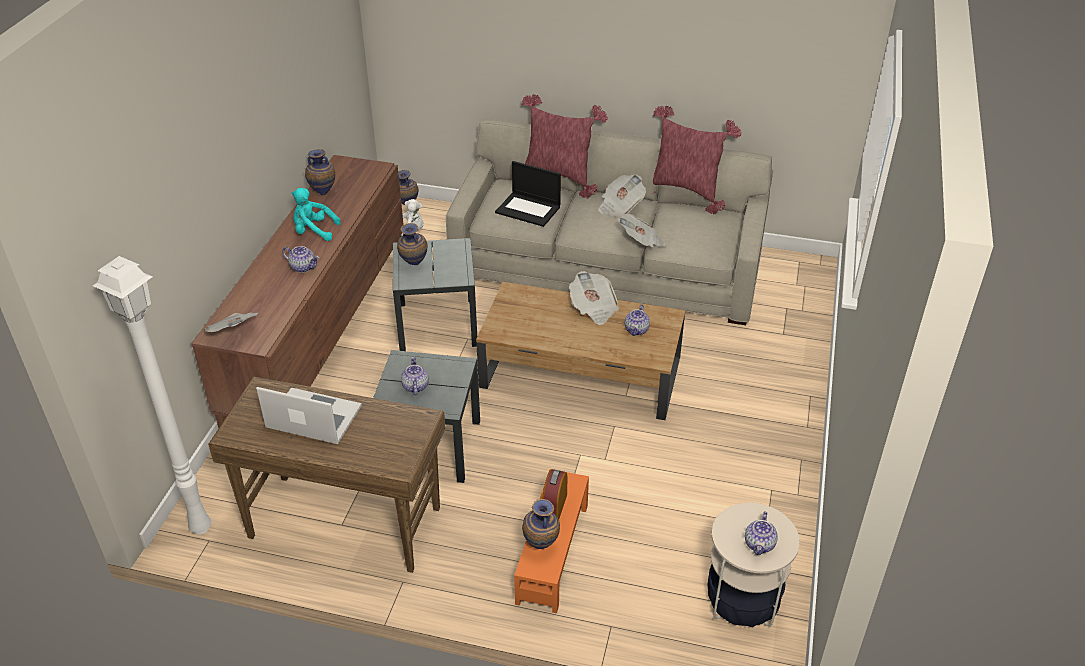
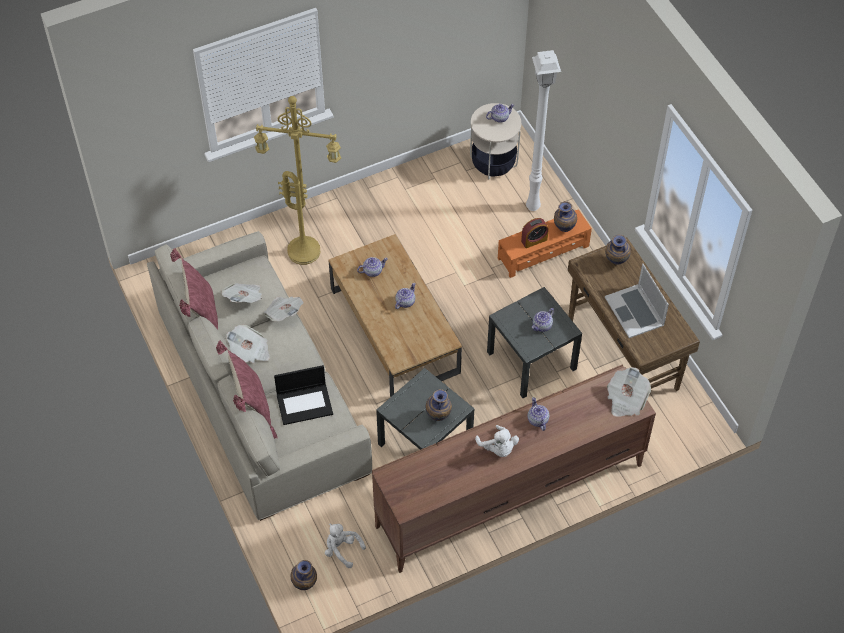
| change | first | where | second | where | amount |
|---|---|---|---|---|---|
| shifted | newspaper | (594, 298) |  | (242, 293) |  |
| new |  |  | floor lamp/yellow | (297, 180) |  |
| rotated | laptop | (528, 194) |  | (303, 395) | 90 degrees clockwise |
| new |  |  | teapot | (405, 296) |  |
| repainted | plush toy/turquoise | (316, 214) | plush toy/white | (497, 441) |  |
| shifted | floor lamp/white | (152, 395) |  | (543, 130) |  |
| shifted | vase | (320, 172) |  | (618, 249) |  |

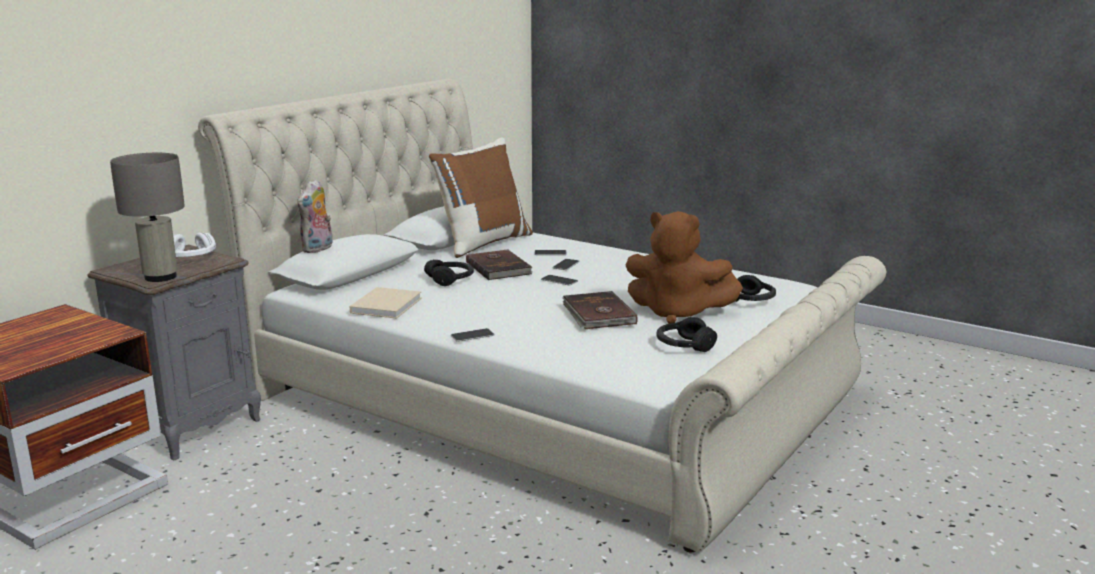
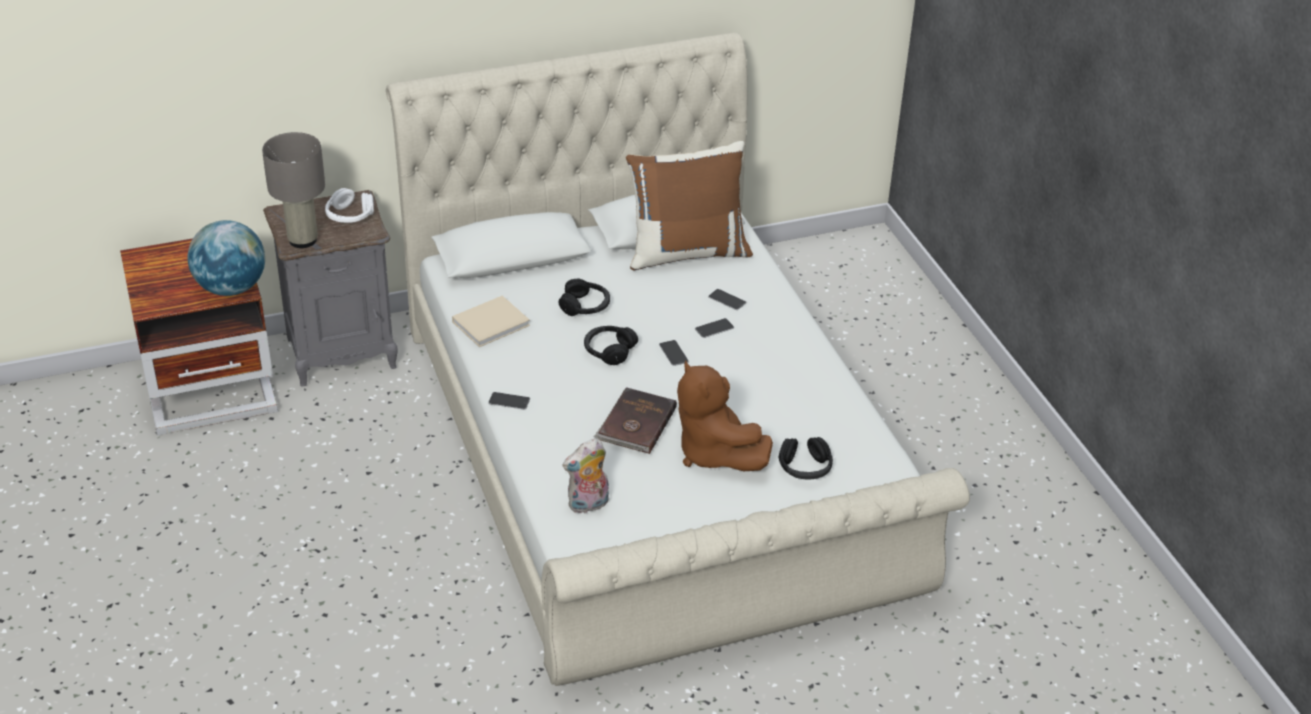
| change | first | where | second | where | amount |
|---|---|---|---|---|---|
| new |  |  | globe | (226, 258) |  |
| shifted | plush toy | (315, 216) |  | (586, 476) |  |
| shifted | headphones/black | (686, 334) |  | (611, 345) |  |
| gone | book/brown | (499, 264) |  |  |  |

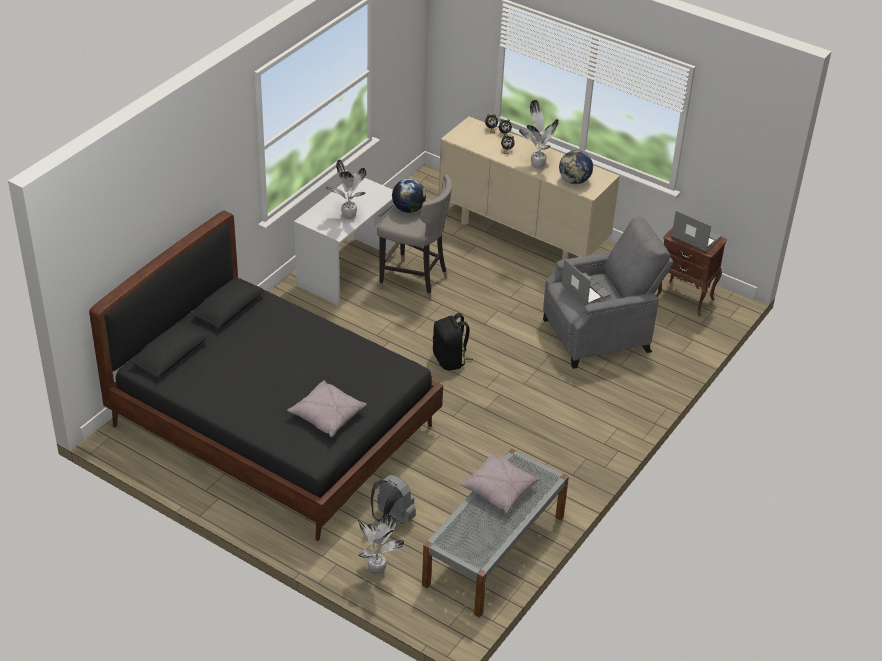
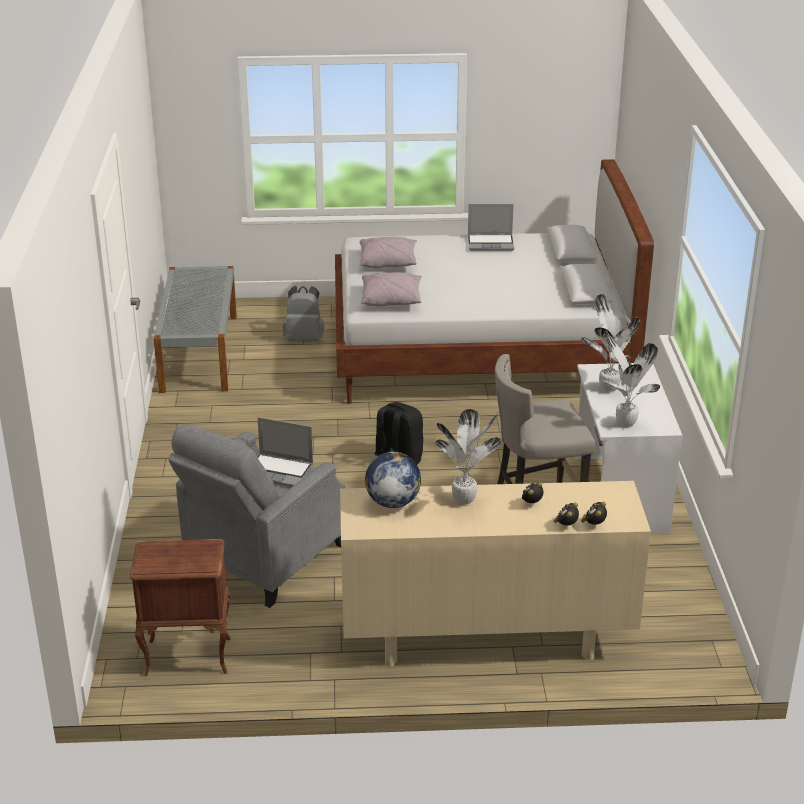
| change | first | where | second | where | amount |
|---|---|---|---|---|---|
| repainted | bed/black | (266, 376) | bed/white | (494, 281) |  |
| shifted | pillow/purple | (499, 483) |  | (391, 289) |  |
| shifted | laptop | (696, 230) |  | (491, 227) |  |
| shifted | potted plant | (381, 544) |  | (630, 380) |  |
| gone | globe | (409, 196) |  |  |  |

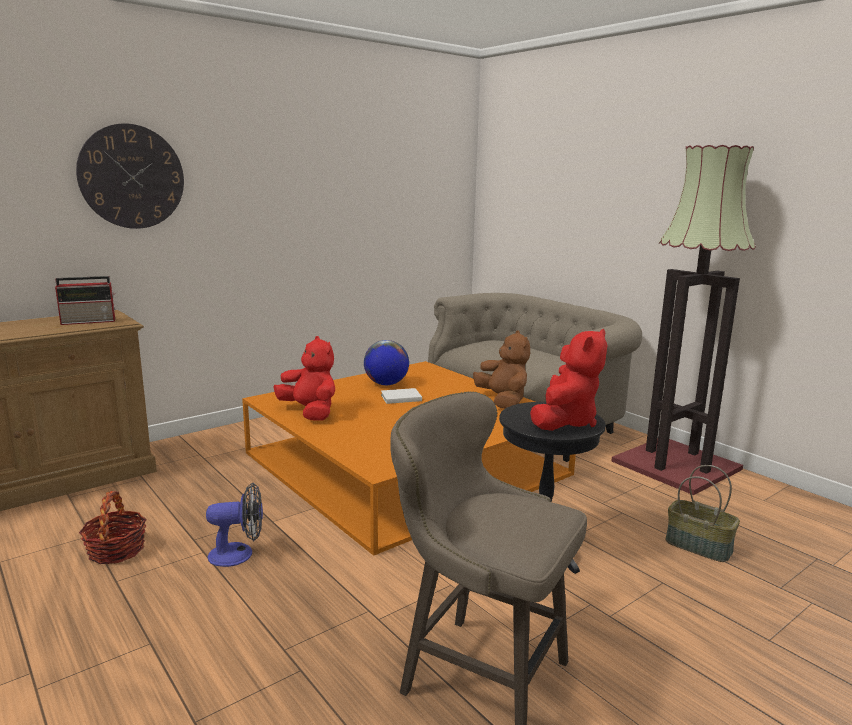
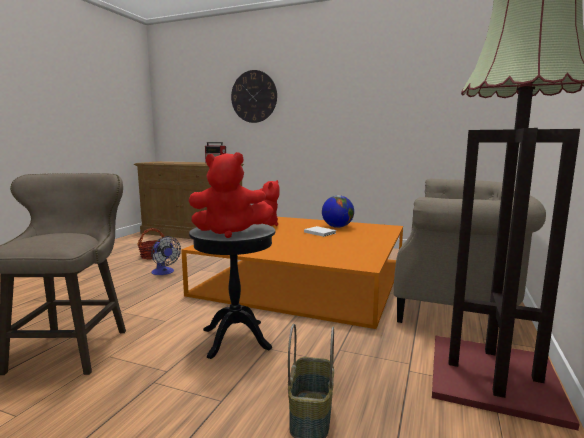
| change | first | where | second | where | amount |
|---|---|---|---|---|---|
| gone | plush toy/brown | (501, 370) |  |  |  |

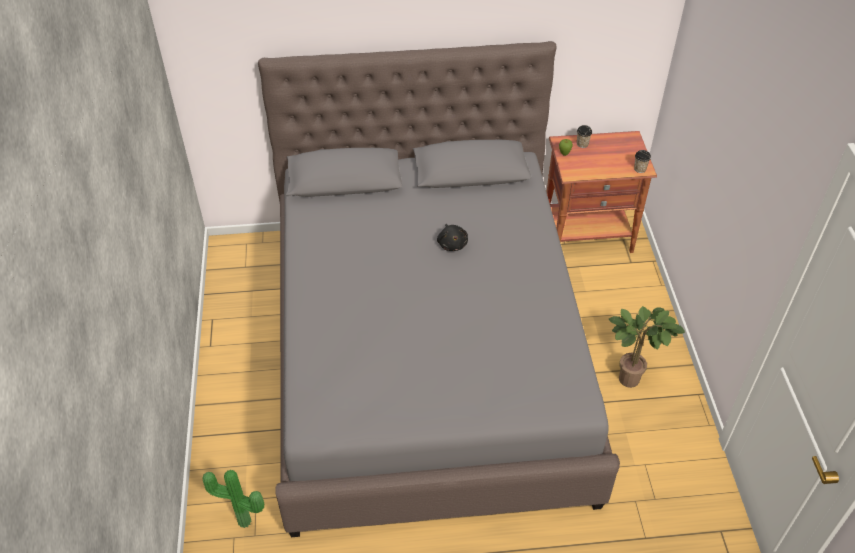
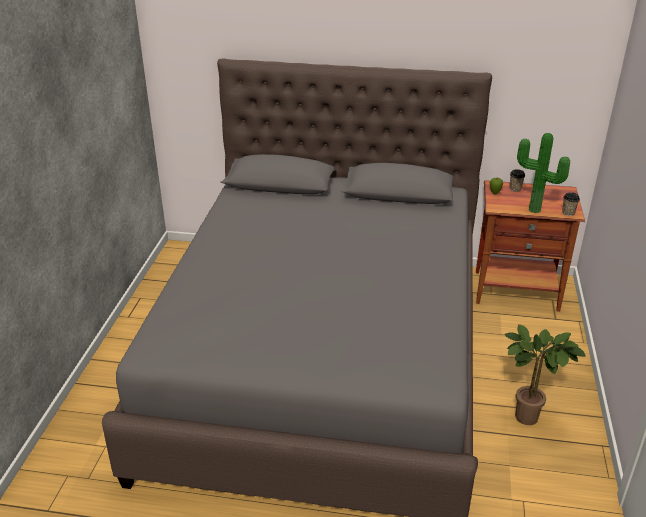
| change | first | where | second | where | amount |
|---|---|---|---|---|---|
| shifted | potted plant | (233, 499) |  | (543, 173) |  |
| gone | plush toy/black | (452, 237) |  |  |  |

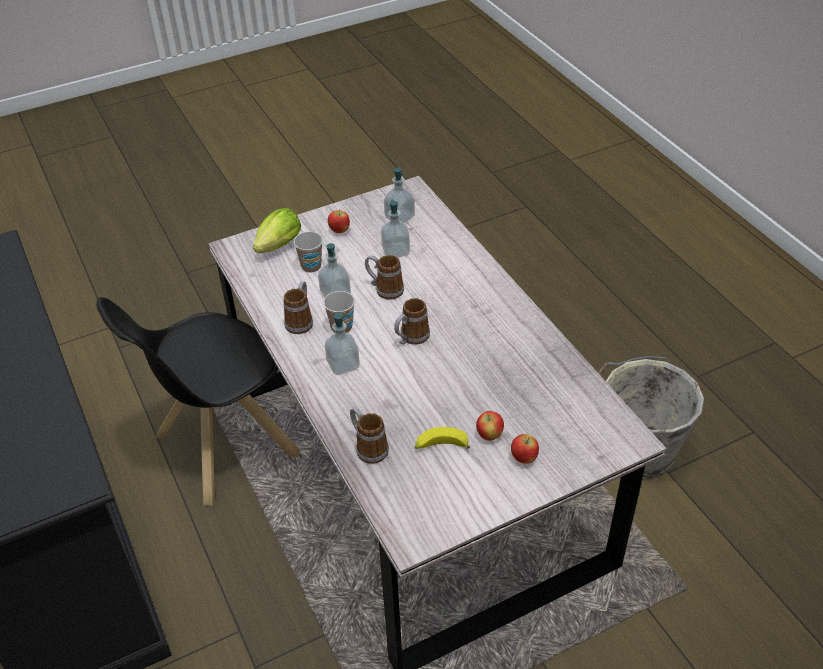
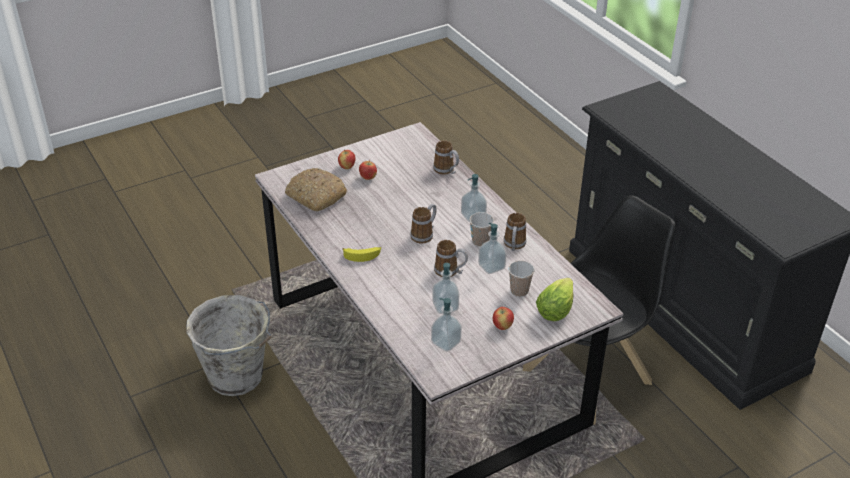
| change | first | where | second | where | amount |
|---|---|---|---|---|---|
| new |  |  | bread | (316, 189) |  |
| shifted | banana | (442, 438) |  | (361, 254) |  |

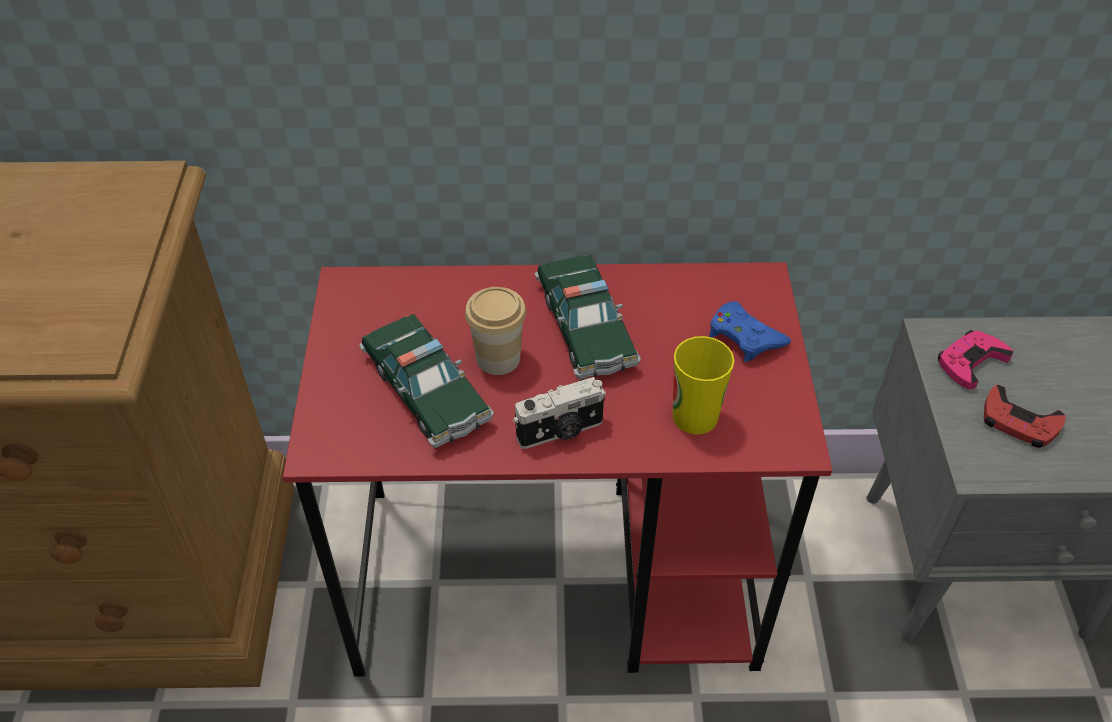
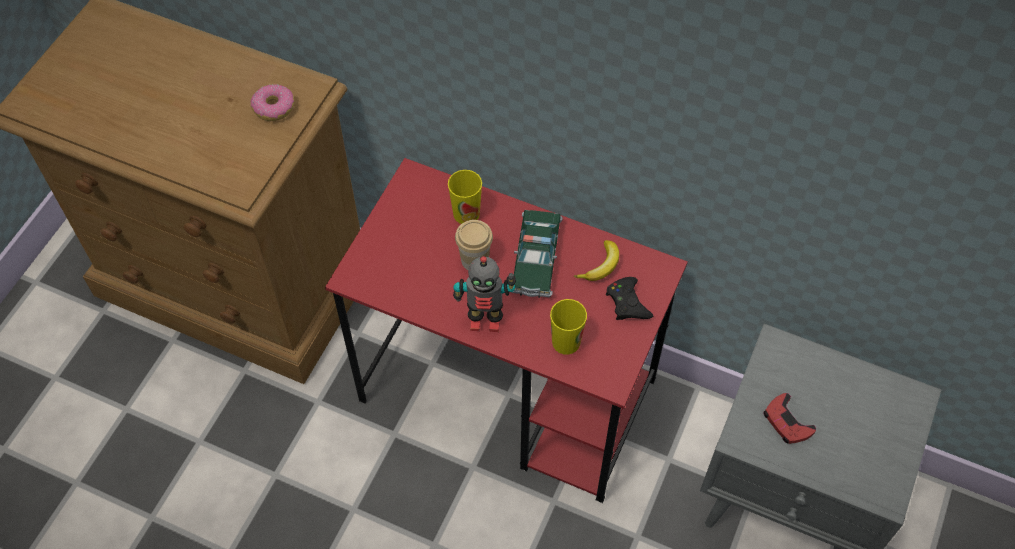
| change | first | where | second | where | amount |
|---|---|---|---|---|---|
| new |  |  | donut | (273, 102) |  |
| new |  |  | cup | (465, 197) |  |
| swapped | photo camera | (559, 413) | toy robot | (484, 294) |  |
| new |  |  | banana | (596, 260) |  |
| repainted | game controller/blue | (750, 331) | game controller/black | (629, 298) |  |
| gone | toy car | (426, 381) |  |  |  |
| gone | game controller/pink | (975, 359) |  |  |  |

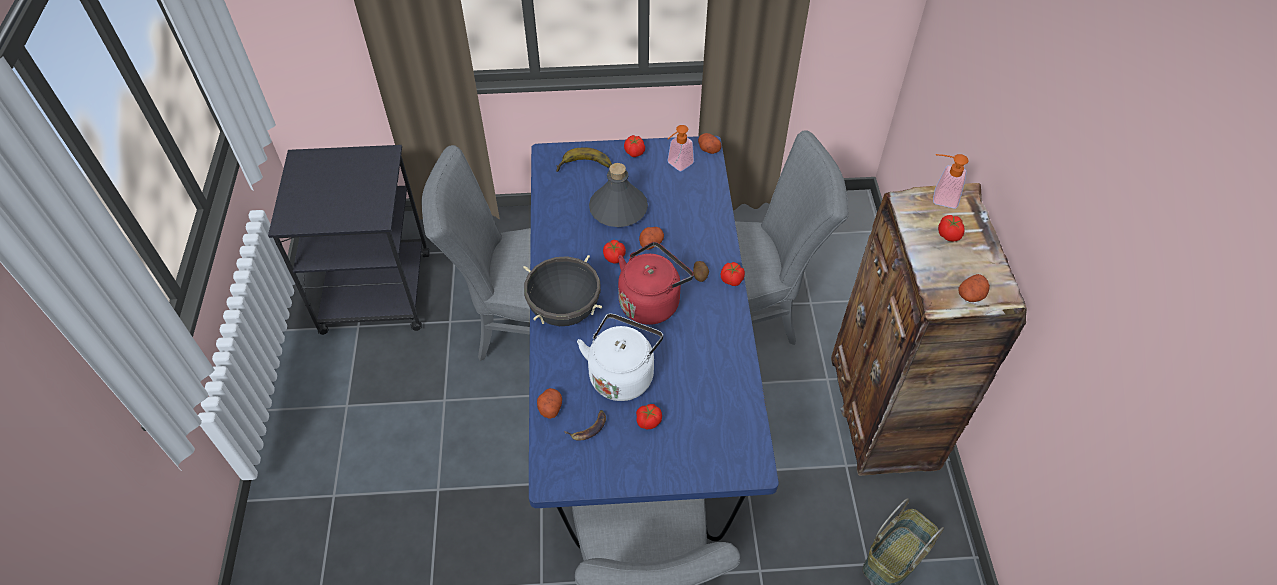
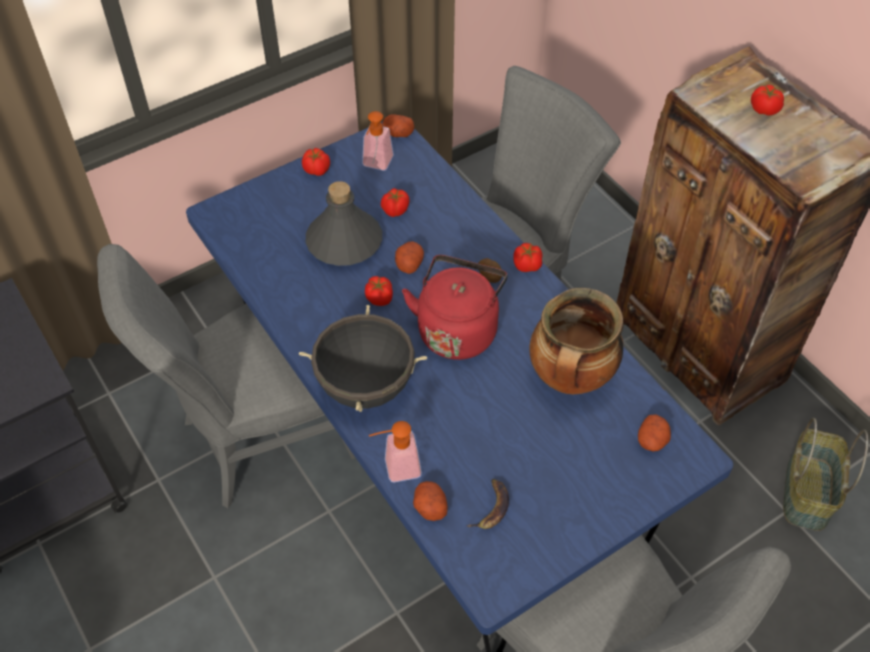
| change | first | where | second | where | amount |
|---|---|---|---|---|---|
| shifted | soap dispenser | (951, 181) |  | (395, 451) |  |
| shifted | tomato | (649, 416) |  | (395, 202) |  |
| new |  |  | cooking pot | (576, 341) |  |
| shifted | potato | (974, 288) |  | (654, 433) |  |
| gone | banana | (584, 159) |  |  |  |
| gone | kettle/white | (620, 357) |  |  |  |

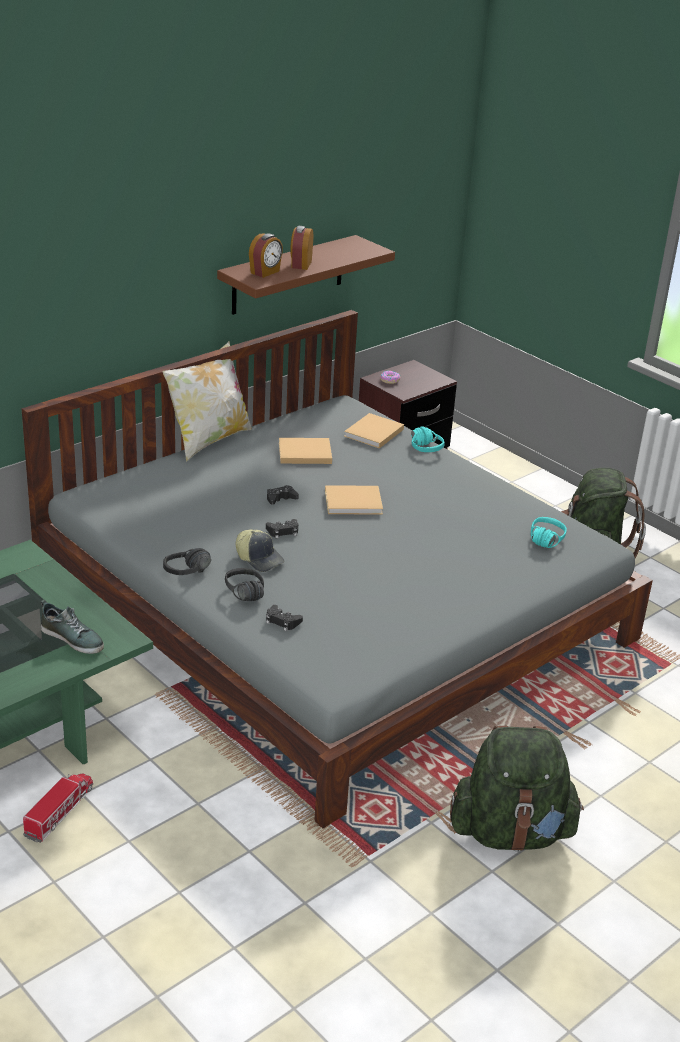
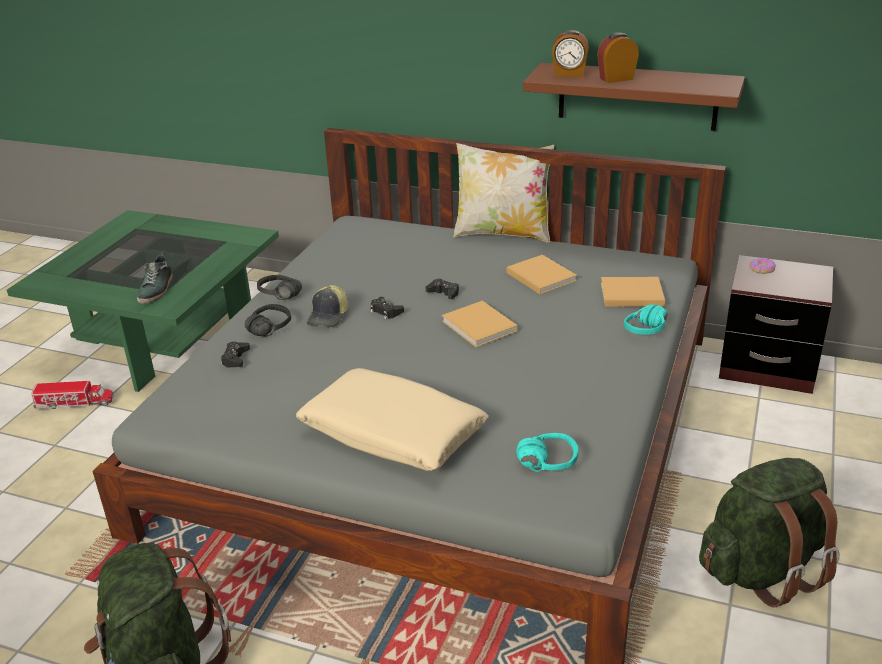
| change | first | where | second | where | amount |
|---|---|---|---|---|---|
| new |  |  | pillow/beige | (392, 419) |  |

